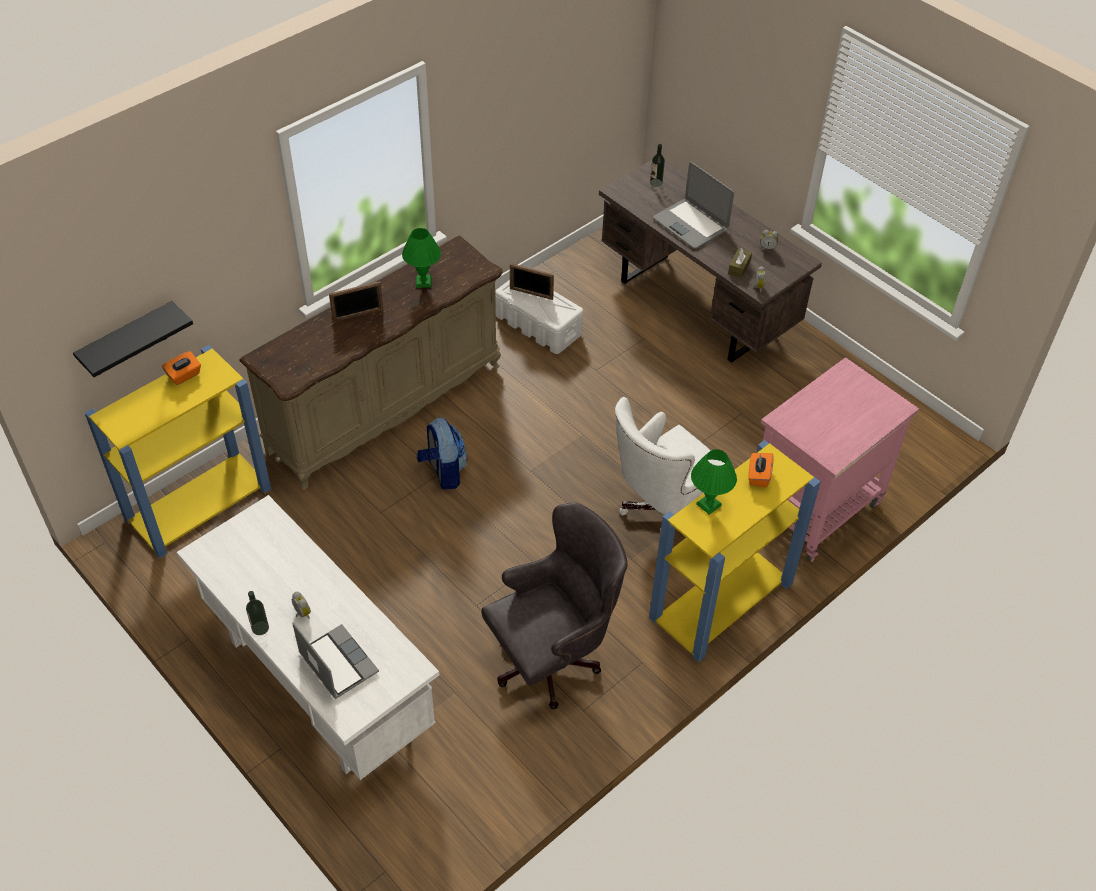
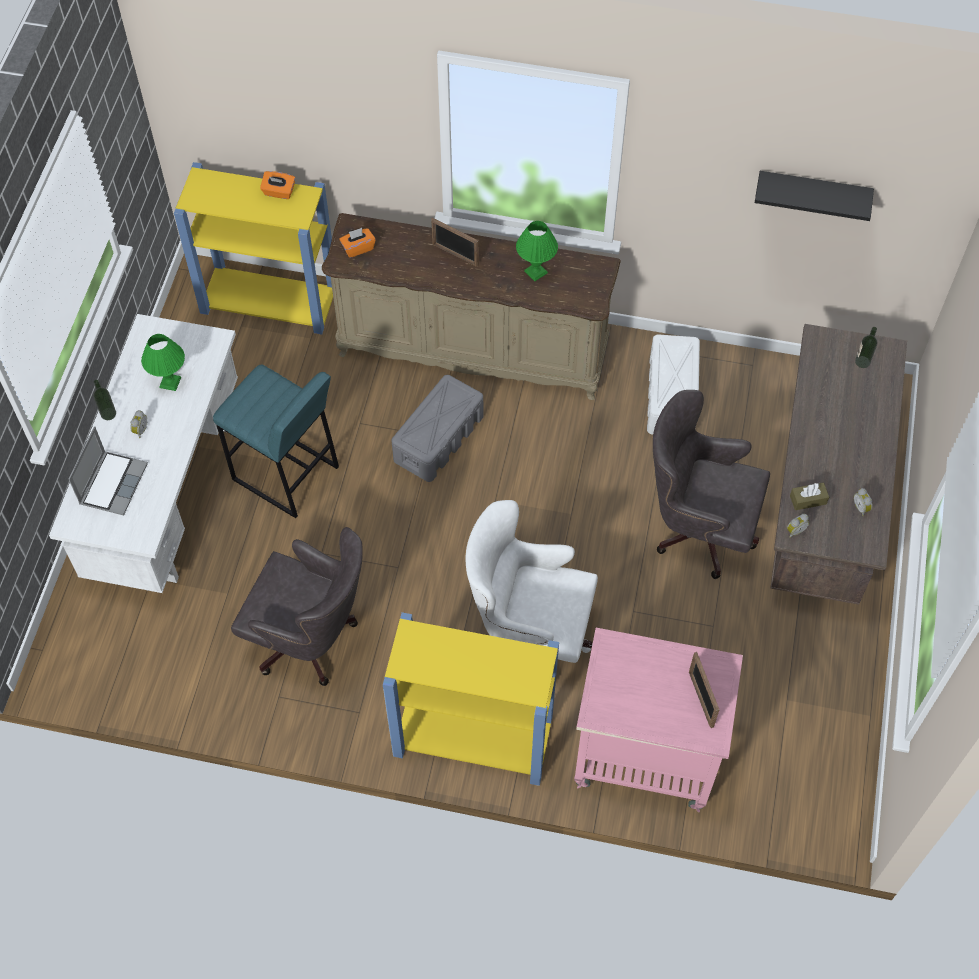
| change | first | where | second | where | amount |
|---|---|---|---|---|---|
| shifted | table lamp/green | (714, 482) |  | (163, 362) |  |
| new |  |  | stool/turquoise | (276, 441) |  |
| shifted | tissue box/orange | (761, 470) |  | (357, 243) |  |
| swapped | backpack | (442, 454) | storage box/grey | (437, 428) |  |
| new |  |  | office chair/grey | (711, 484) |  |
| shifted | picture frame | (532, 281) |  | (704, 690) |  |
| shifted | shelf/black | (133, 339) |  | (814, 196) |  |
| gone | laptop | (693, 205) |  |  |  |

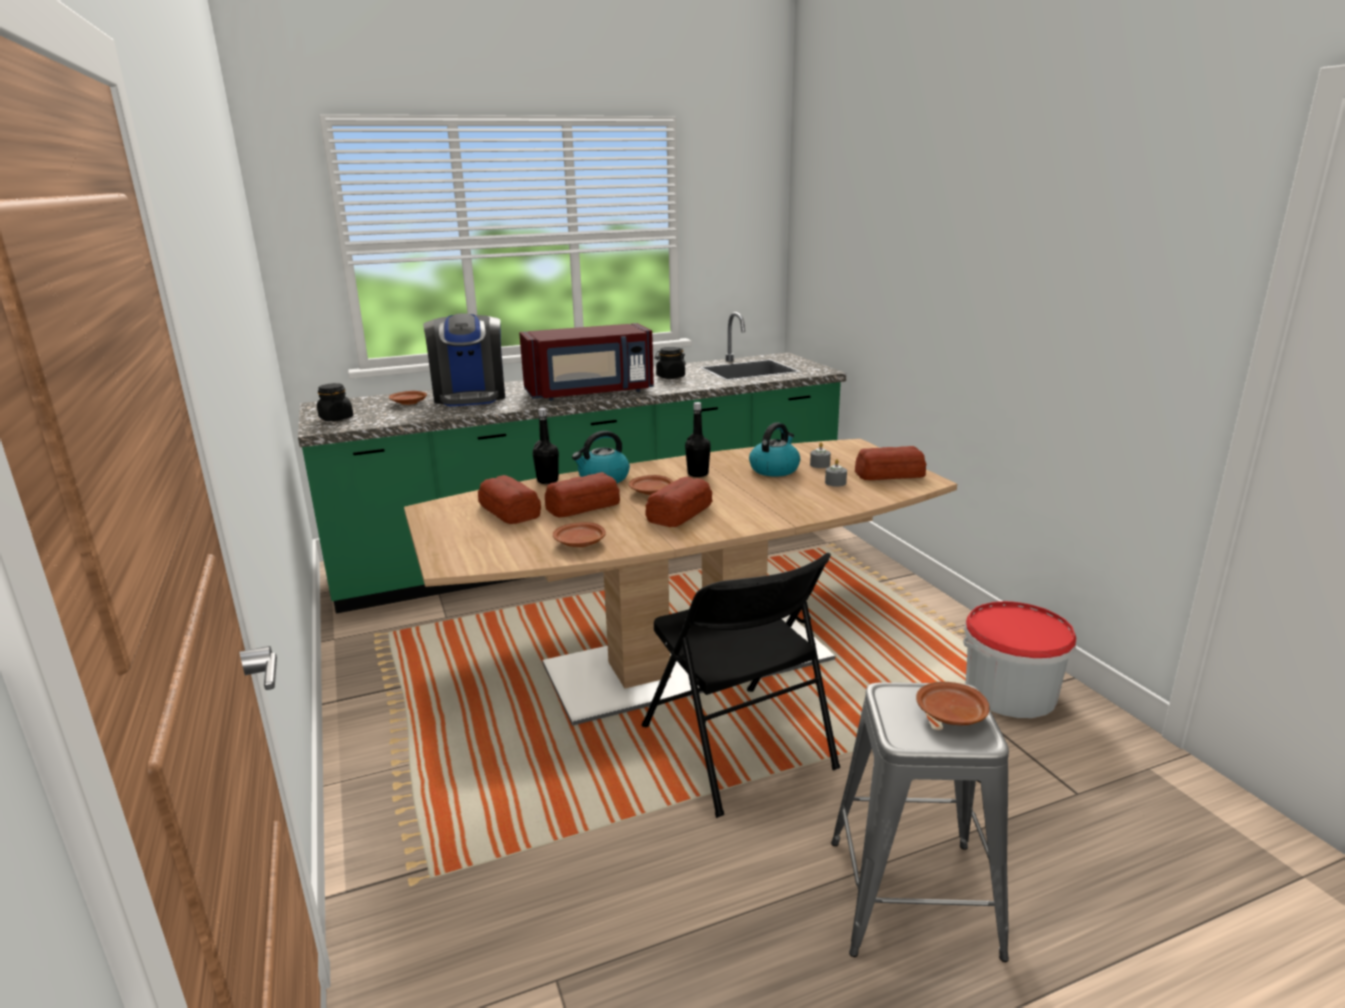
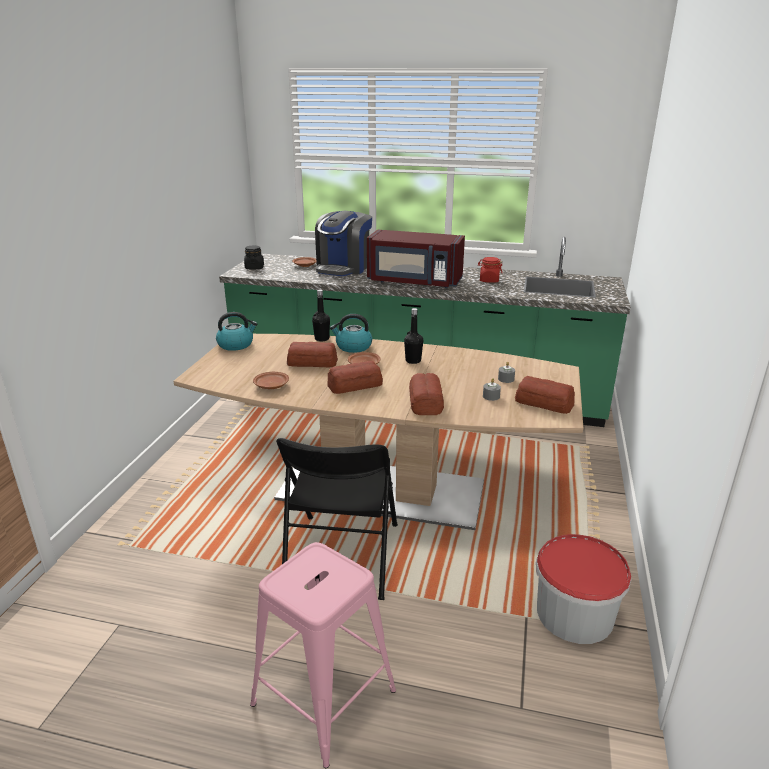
| change | first | where | second | where | amount |
|---|---|---|---|---|---|
| shifted | kettle | (774, 449) |  | (236, 331) |  |
| repainted | stool/grey | (920, 822) | stool/pink | (323, 655) |  |
| shifted | bread | (509, 499) |  | (426, 394) |  |
| repainted | jar/black | (670, 363) | jar/red | (490, 270) |  |
| gone | plate/brown | (952, 703) |  |  |  |

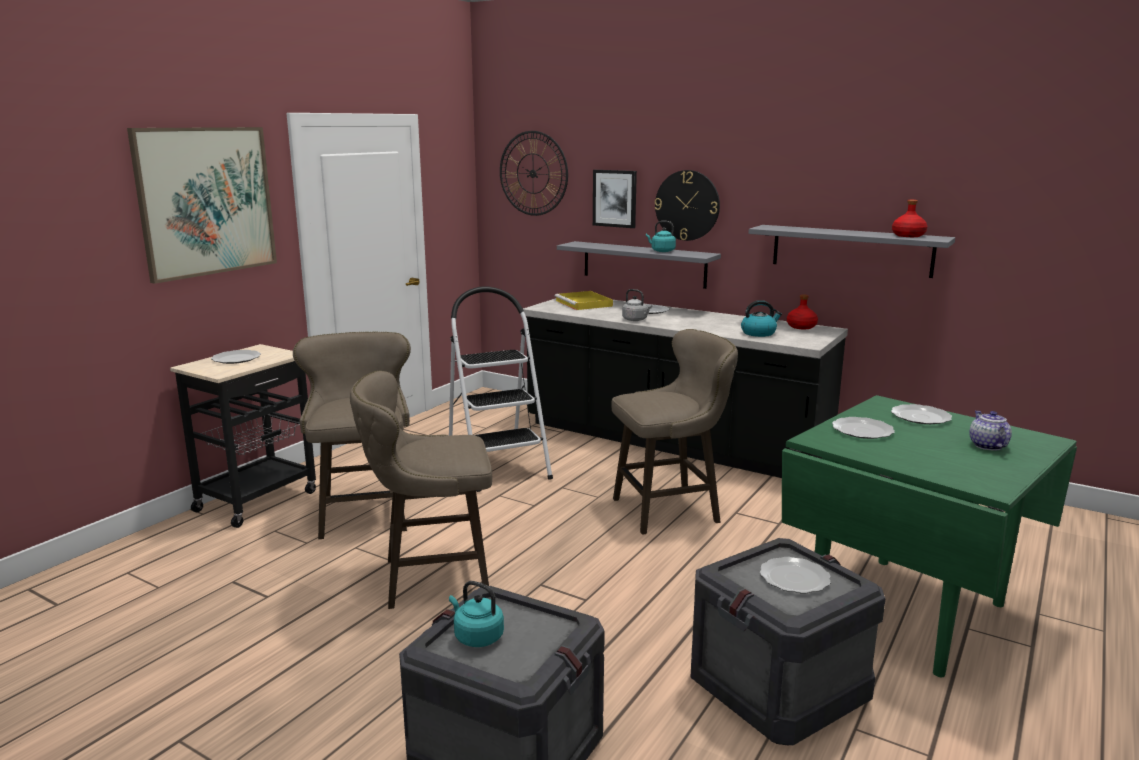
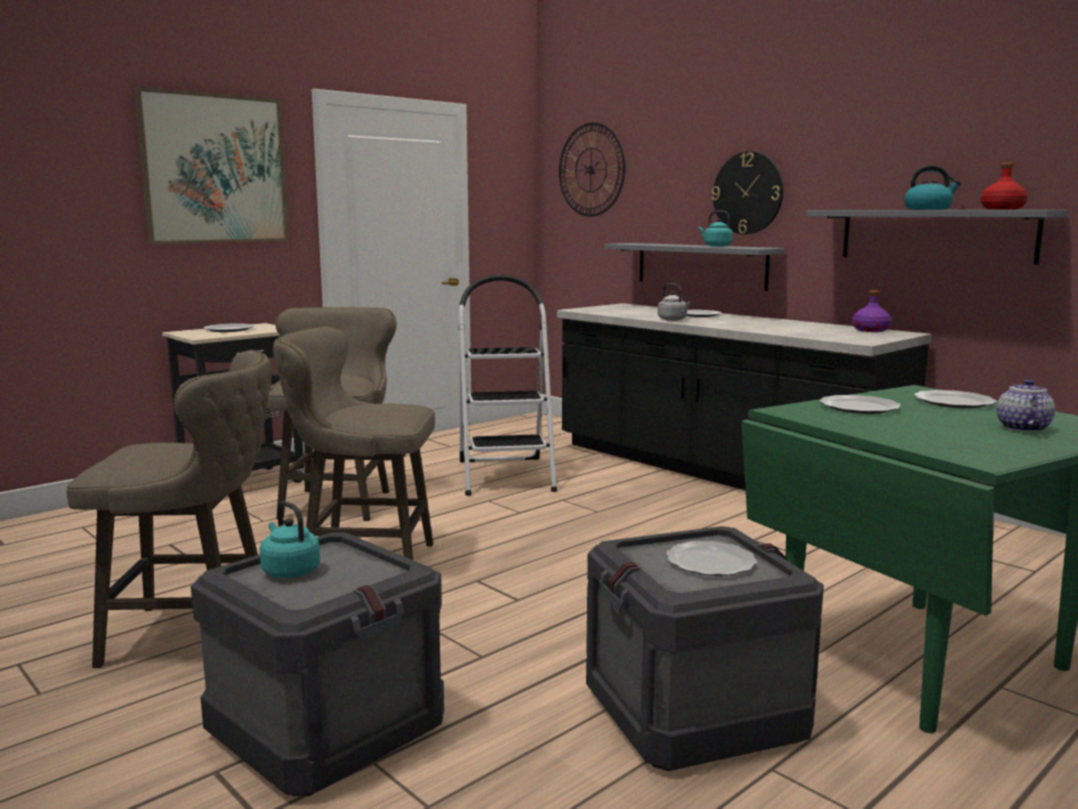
| change | first | where | second | where | amount |
|---|---|---|---|---|---|
| shifted | stool/beige | (674, 432) |  | (169, 509) |  |
| repainted | bottle/red | (802, 311) | bottle/purple | (872, 311) |  |
| shifted | kettle | (761, 318) |  | (932, 187) |  |
| gone | tray/yellow | (584, 300) |  |  |  |
| gone | picture | (615, 199) |  |  |  |

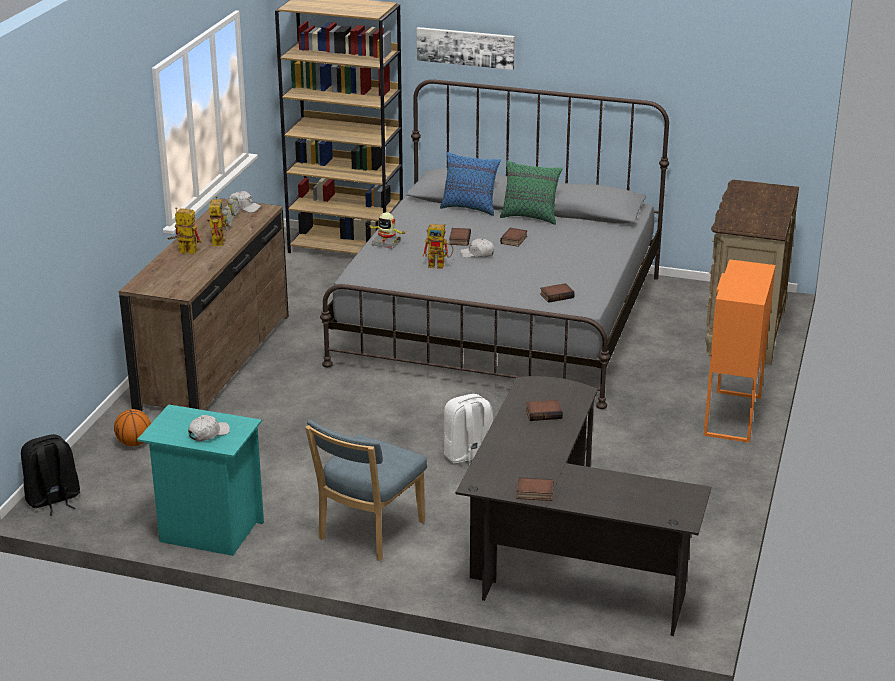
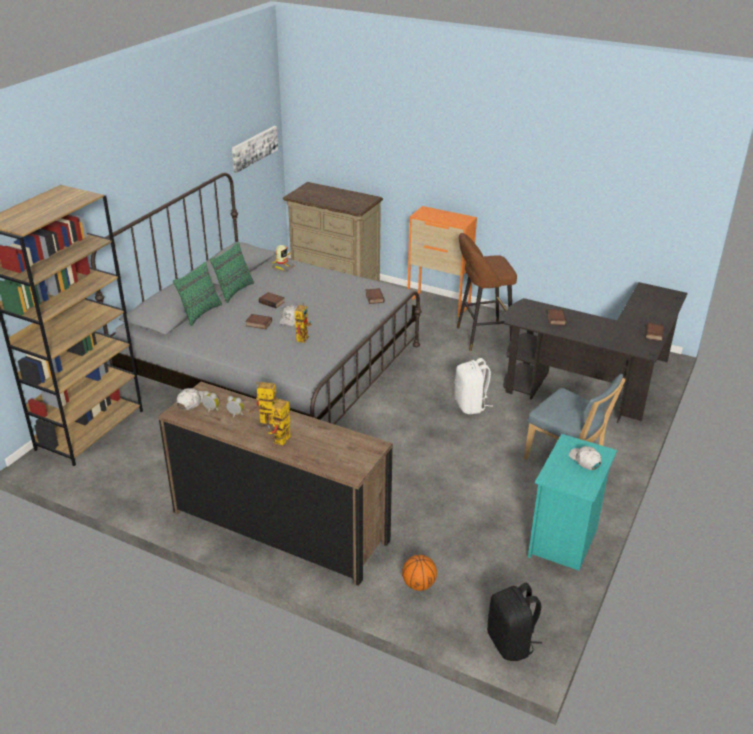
| change | first | where | second | where | amount |
|---|---|---|---|---|---|
| repainted | pillow/blue | (470, 184) | pillow/green | (197, 294) |  |
| shifted | picture | (466, 48) |  | (255, 149) |  |
| shifted | toy robot | (386, 230) |  | (283, 258) |  |
| new |  |  | stool/brown | (487, 292) |  |

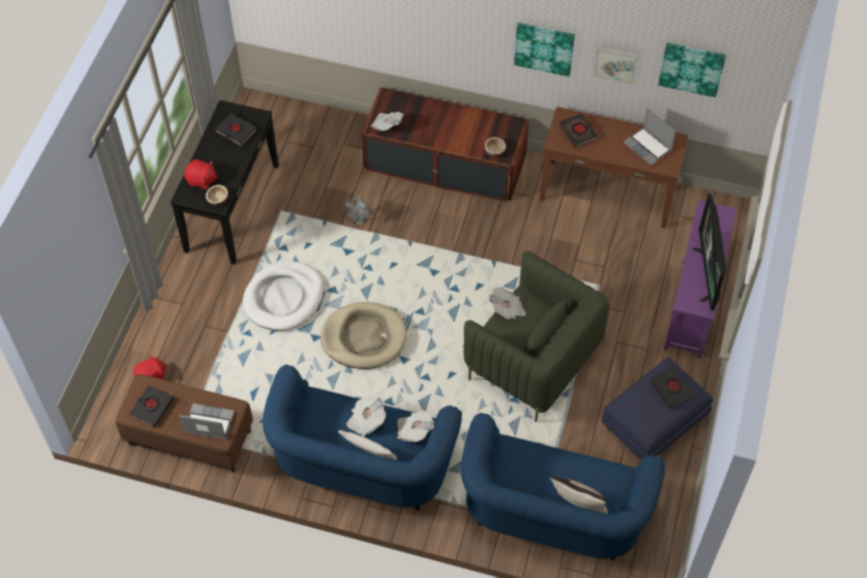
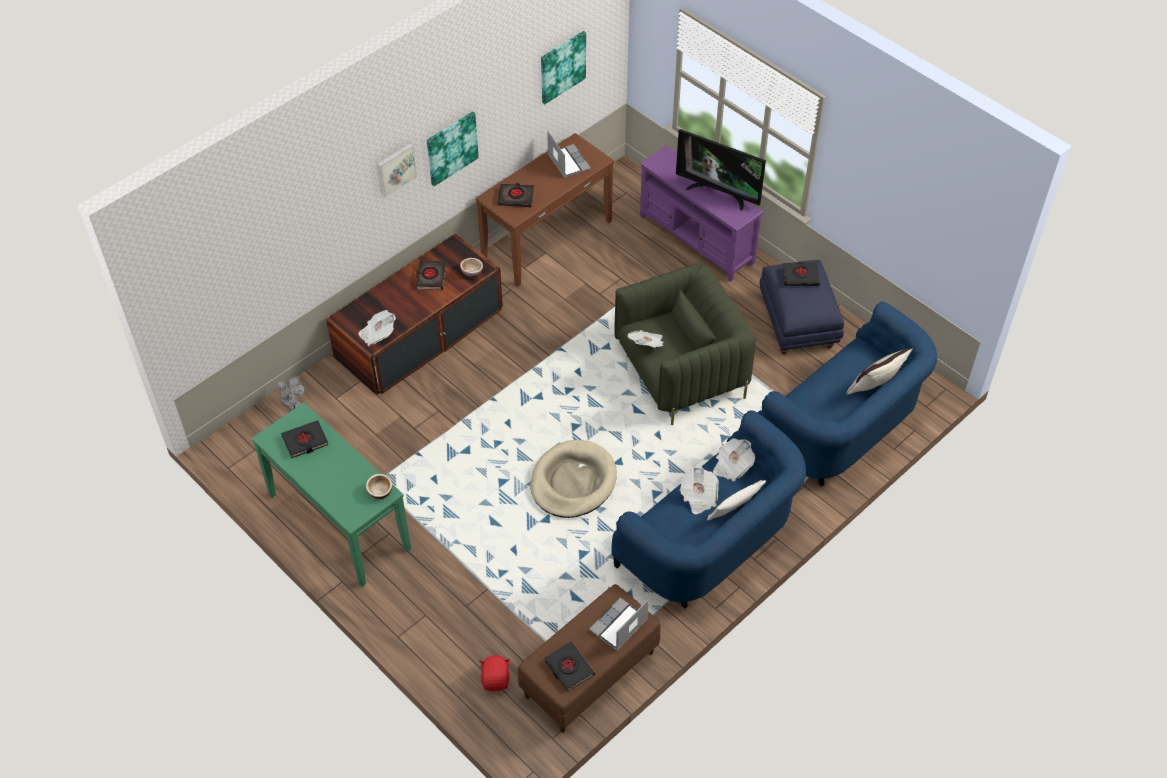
| change | first | where | second | where | amount |
|---|---|---|---|---|---|
| repainted | console table/black | (224, 182) | console table/green | (331, 494) |  |
| shifted | fan/grey | (357, 210) |  | (291, 393) |  |
| shifted | picture | (616, 65) |  | (397, 170) |  |
| new |  |  | book/black | (431, 275) |  |
| rotated | laptop | (649, 136) |  | (569, 154) | 105 degrees counterclockwise |
| gone | plush toy/red | (200, 174) |  |  |  |
| gone | dog bed/white | (283, 296) |  |  |  |

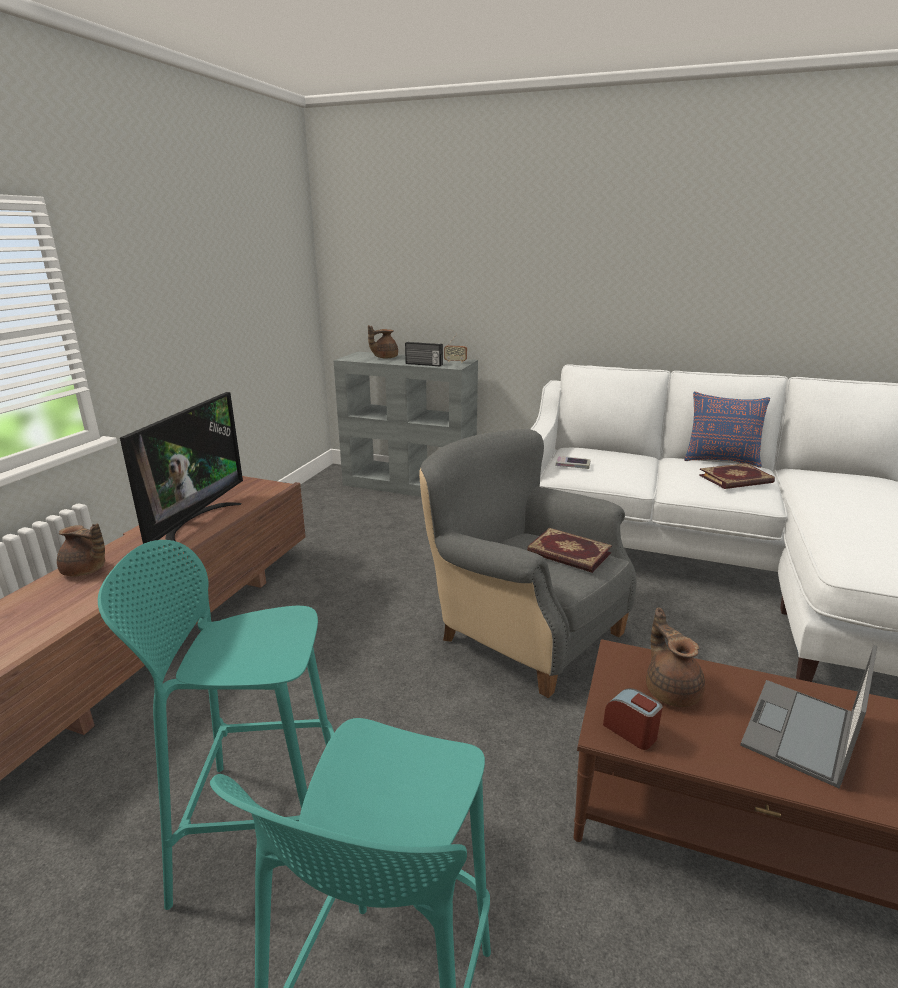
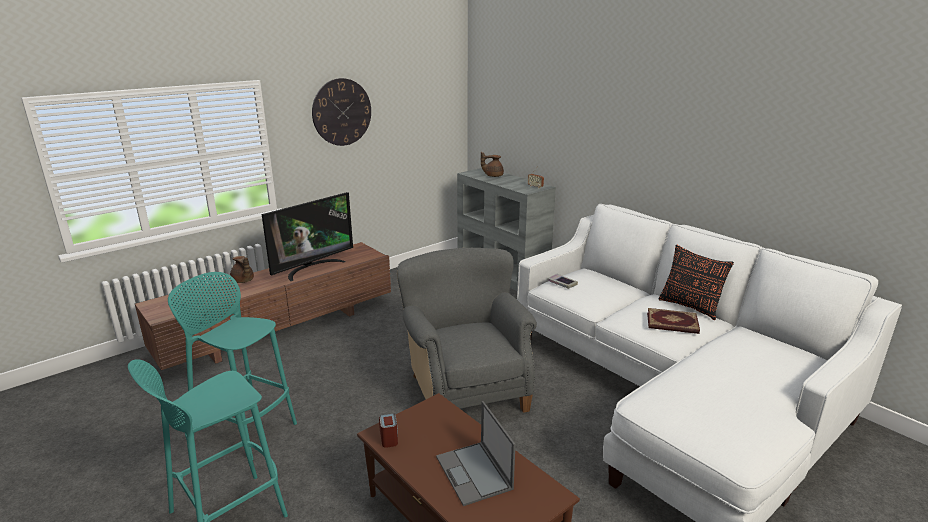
| change | first | where | second | where | amount |
|---|---|---|---|---|---|
| new |  |  | wall clock | (341, 112) |  |
| rotated | laptop | (808, 716) |  | (476, 453) | 90 degrees counterclockwise |
| repainted | pillow/blue | (727, 429) | pillow/black | (696, 282) |  |
| gone | radio | (424, 354) |  |  |  |
| gone | book | (569, 550) |  |  |  |
| gone | teapot/brown | (675, 657) |  |  |  |

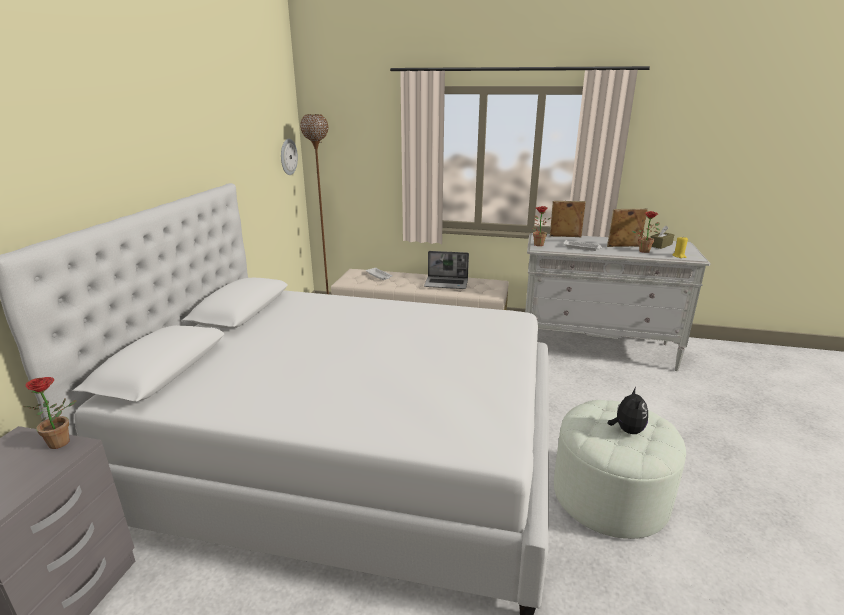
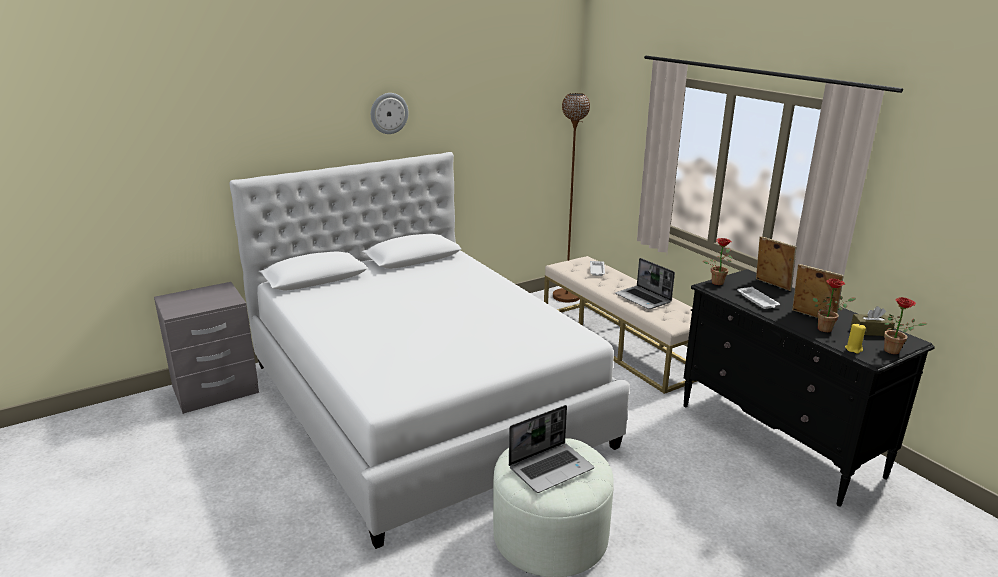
| change | first | where | second | where | amount |
|---|---|---|---|---|---|
| shifted | wall clock | (289, 157) |  | (389, 113) |  |
| swapped | plush toy | (627, 410) | laptop | (551, 449) |  |
| repainted | dresser/white | (618, 302) | dresser/black | (809, 388) |  |
| shifted | potted plant | (50, 413) |  | (906, 325) |  |

